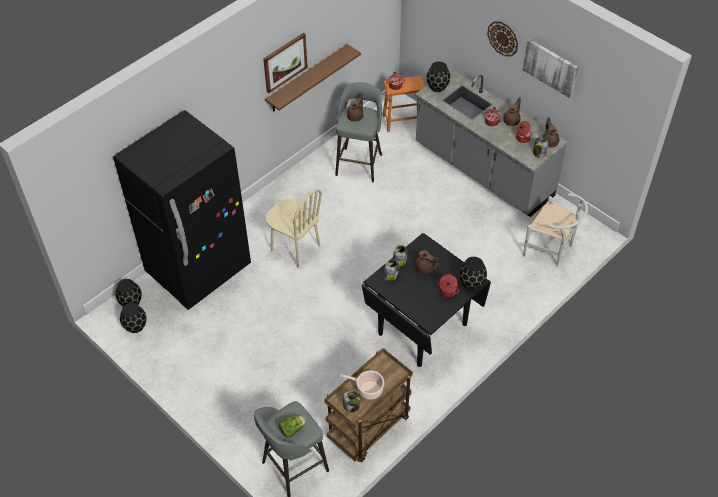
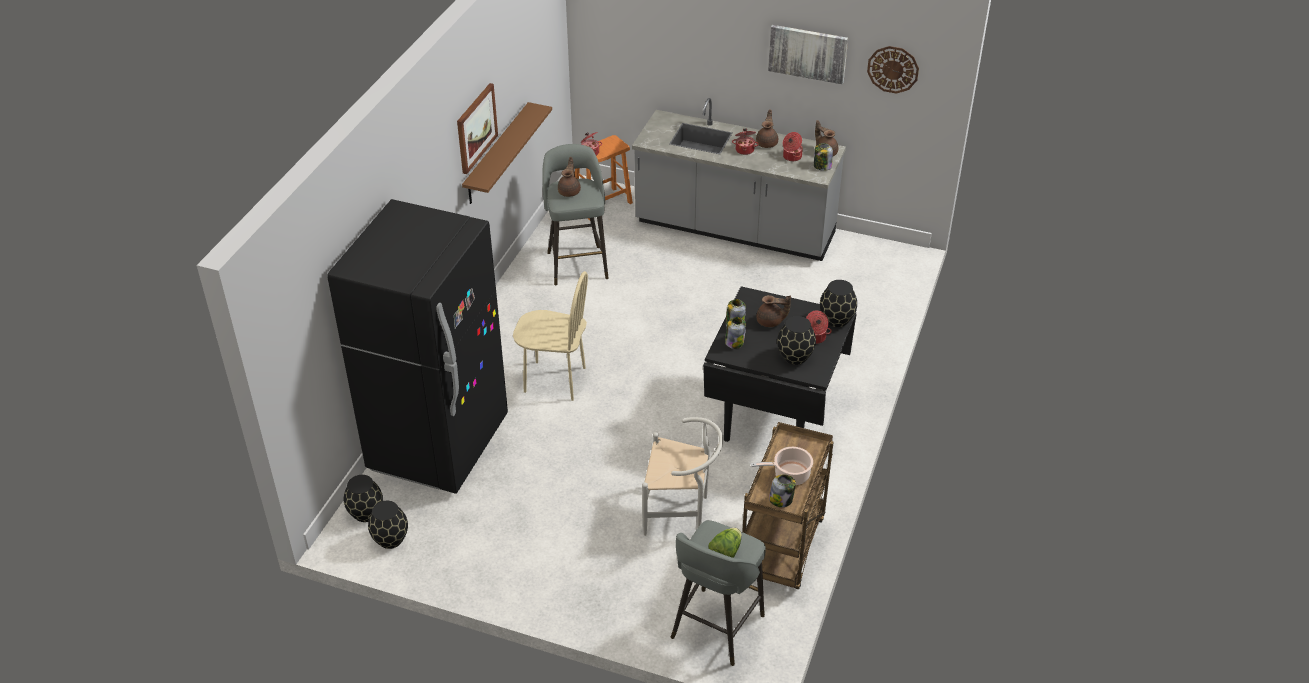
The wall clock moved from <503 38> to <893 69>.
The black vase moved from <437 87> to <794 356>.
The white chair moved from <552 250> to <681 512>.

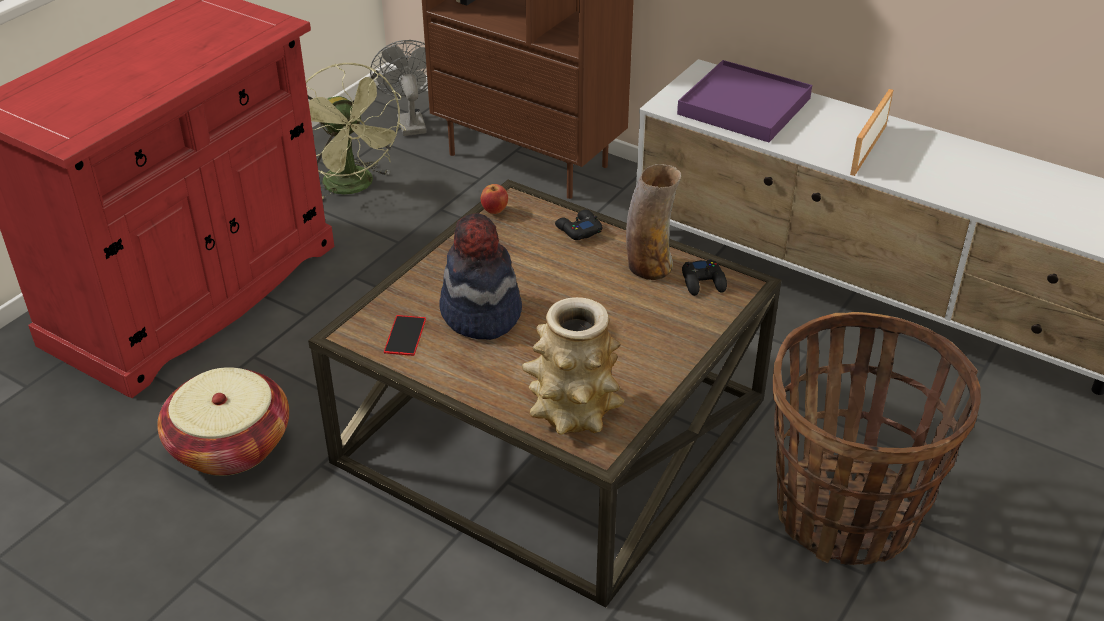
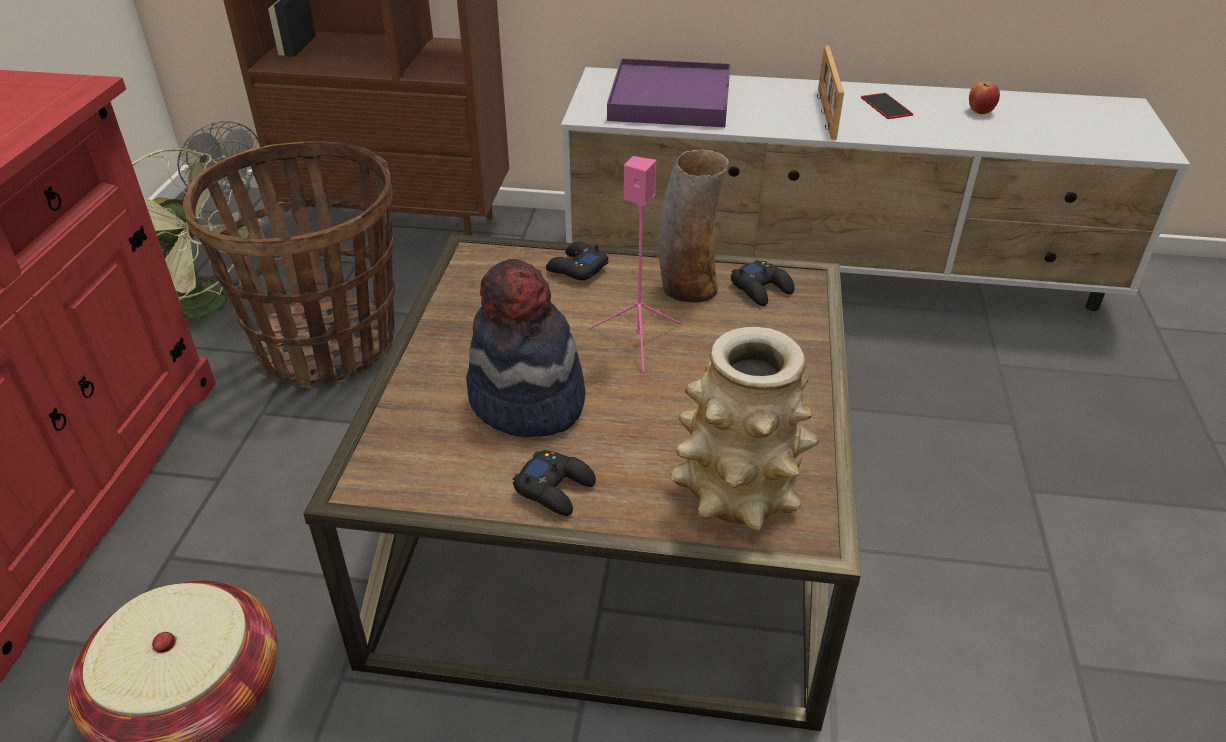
The apple moved from <495 210> to <980 111>.
The basket moved from <846 513> to <327 345>.
The phone moved from <405 335> to <886 106>.
The pink speaker at <639 341> appeared.
The black game controller at <555 488> appeared.

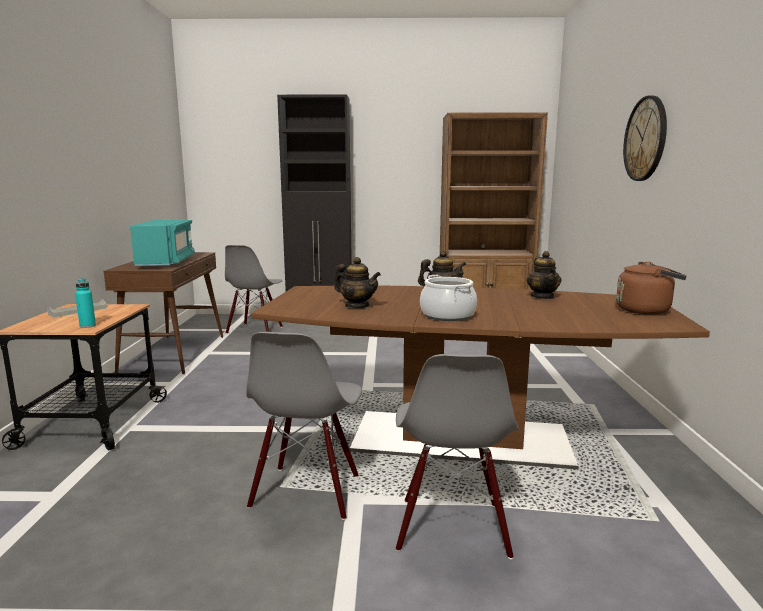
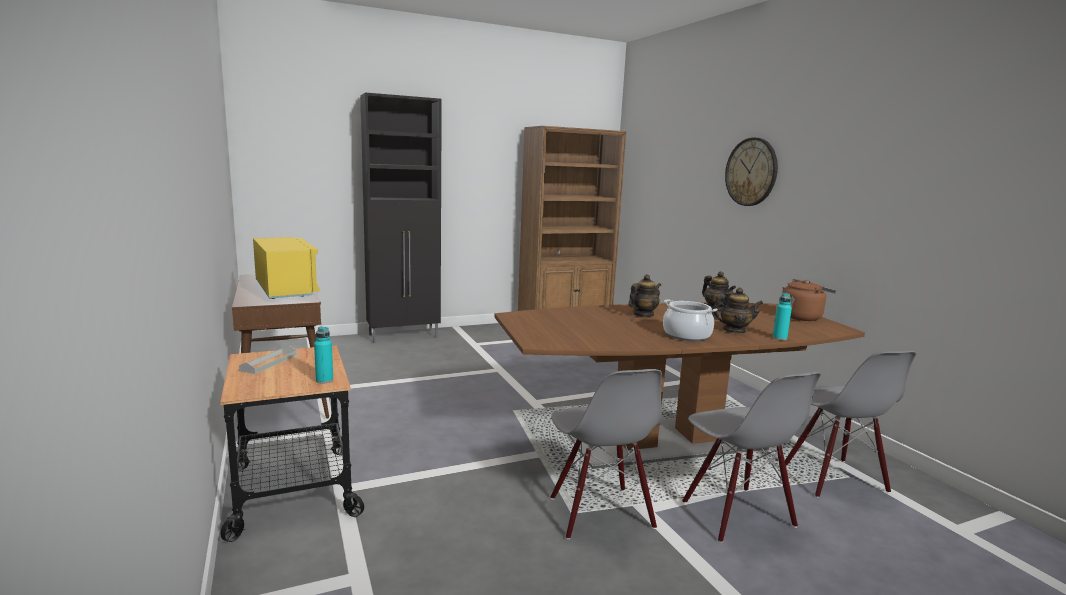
The turquoise microwave at <166 262> became the yellow microwave at <285 290>.
The grey chair moved from <255 330> to <833 478>.
The teapot moved from <357 306> to <734 331>.
The turquoise bottle at <779 338> appeared.

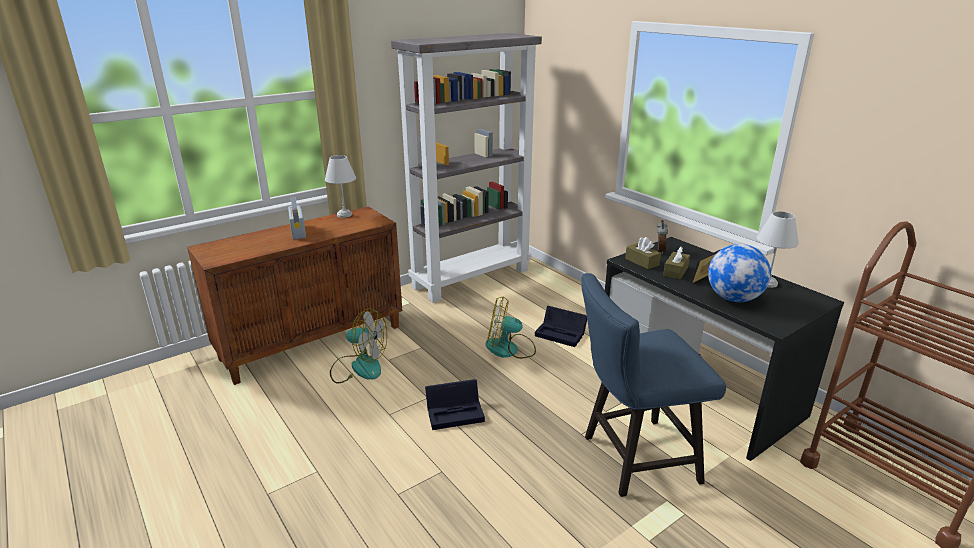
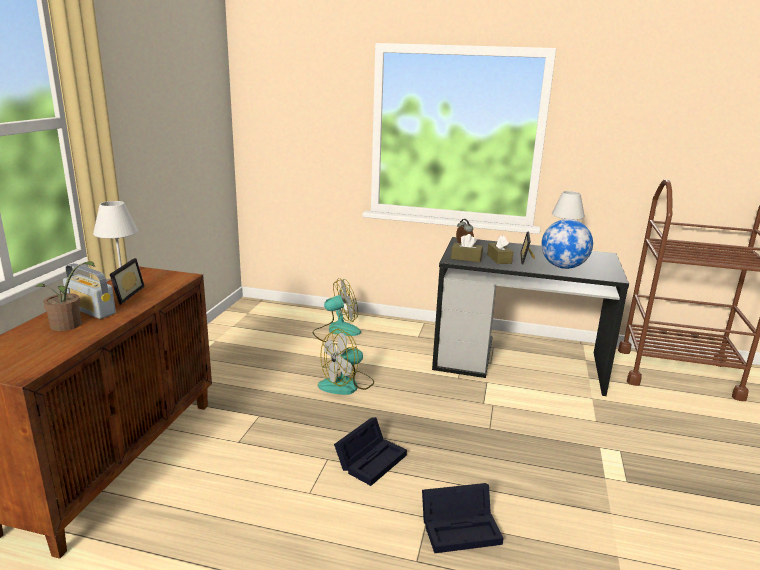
The grey bookcase at <471 278> disappeared.
The blue chair at <632 459> disappeared.
The black storage box moved from <562 334> to <462 527>.
The fan moved from <359 367> to <336 332>.
The picture frame at <124 295> appeared.
The potted plant at <69 326> appeared.

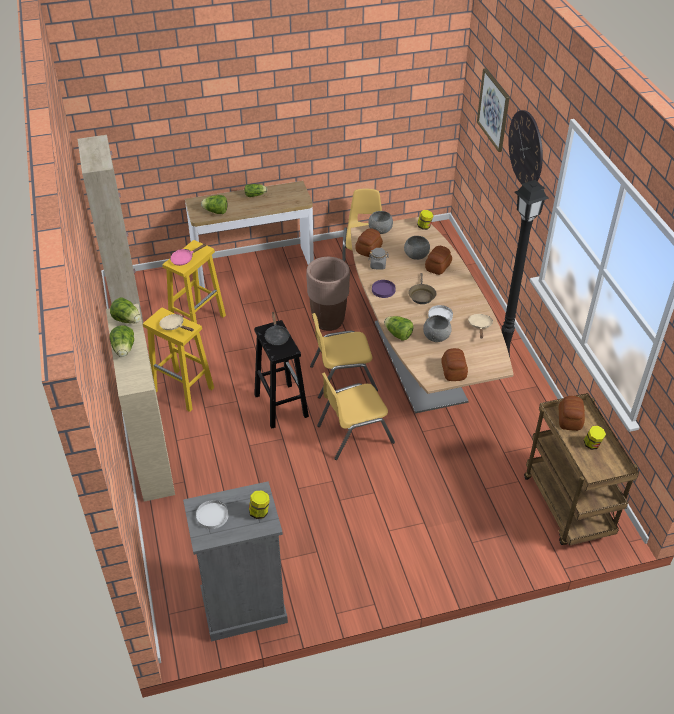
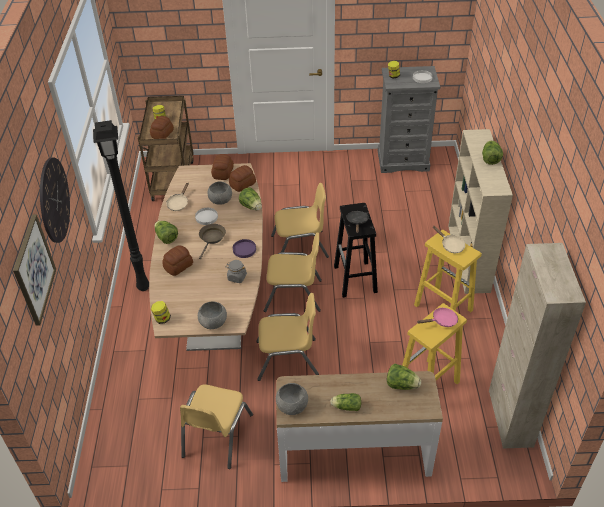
The bread moved from <369 249> to <242 184>.
The grey bowl moved from <416 255> to <292 406>.
The brown planter at <328 321> was replaced by the yellow chair at <287 359>.
The lettuce moved from <127 320> to <166 238>.

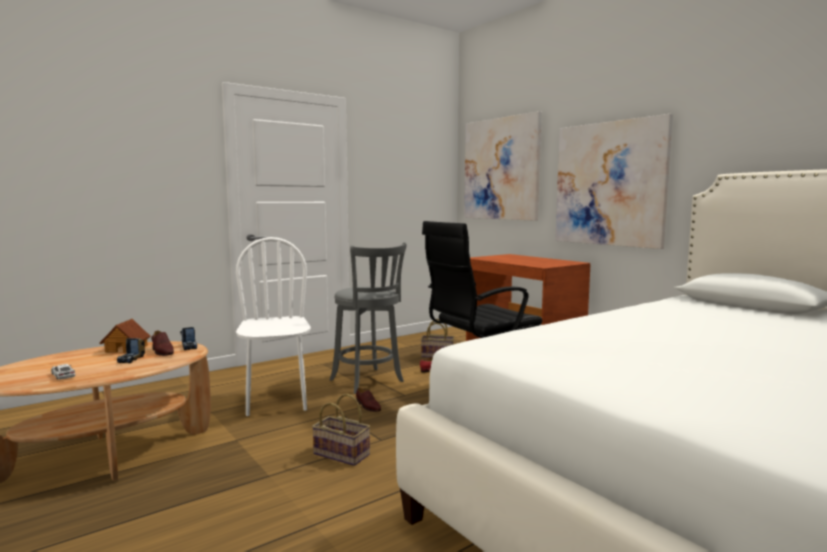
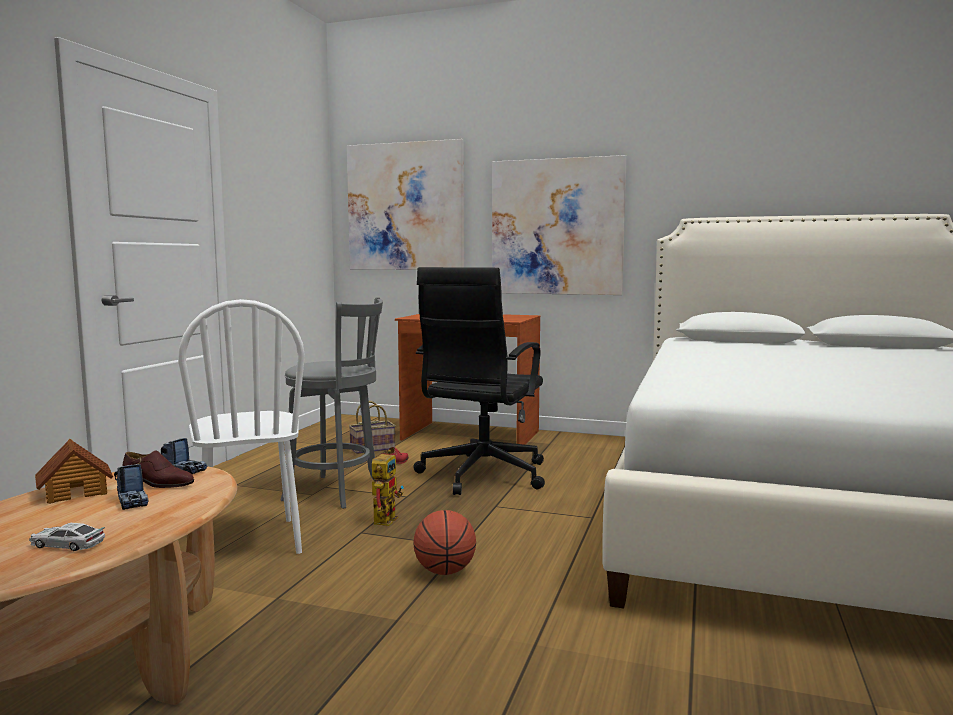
The white chair at <276 401> turned 150 degrees counterclockwise.
The brown shoe at <368 407> was replaced by the toy robot at <385 518>.
The basket at <343 454> was replaced by the basketball at <444 571>.

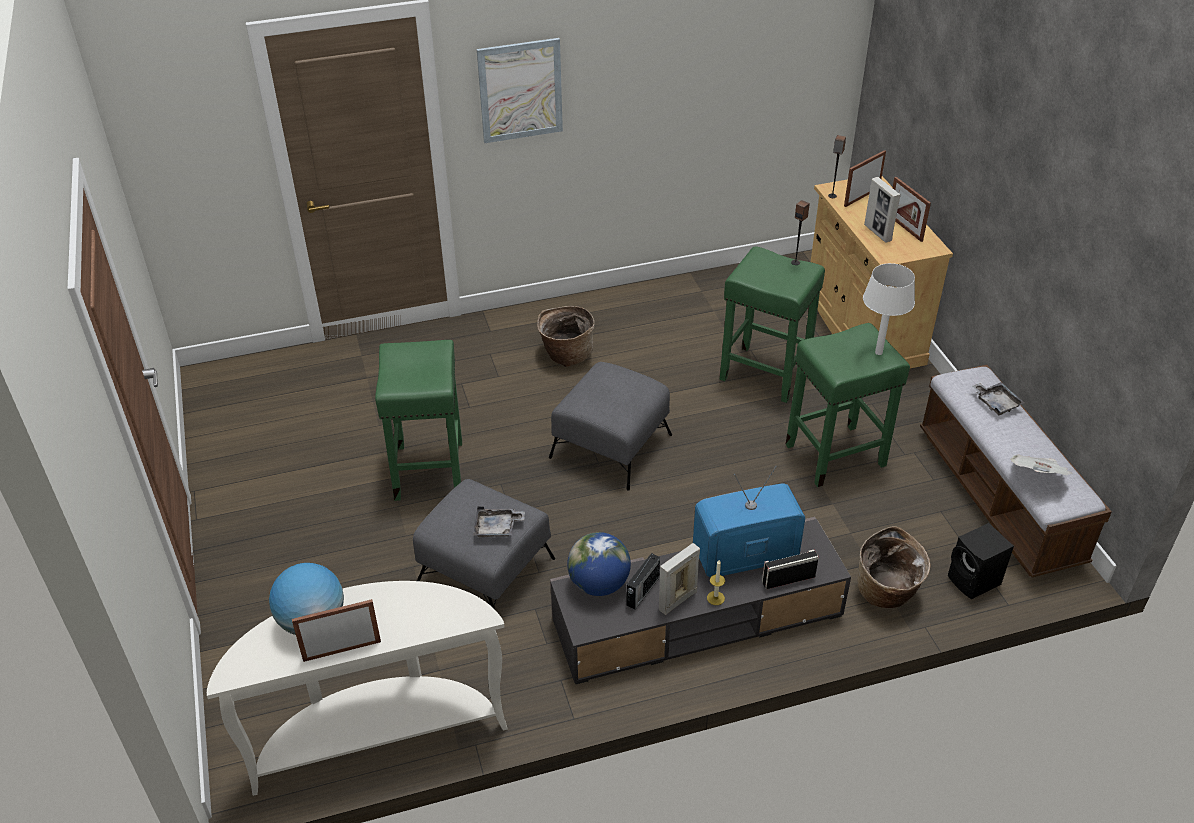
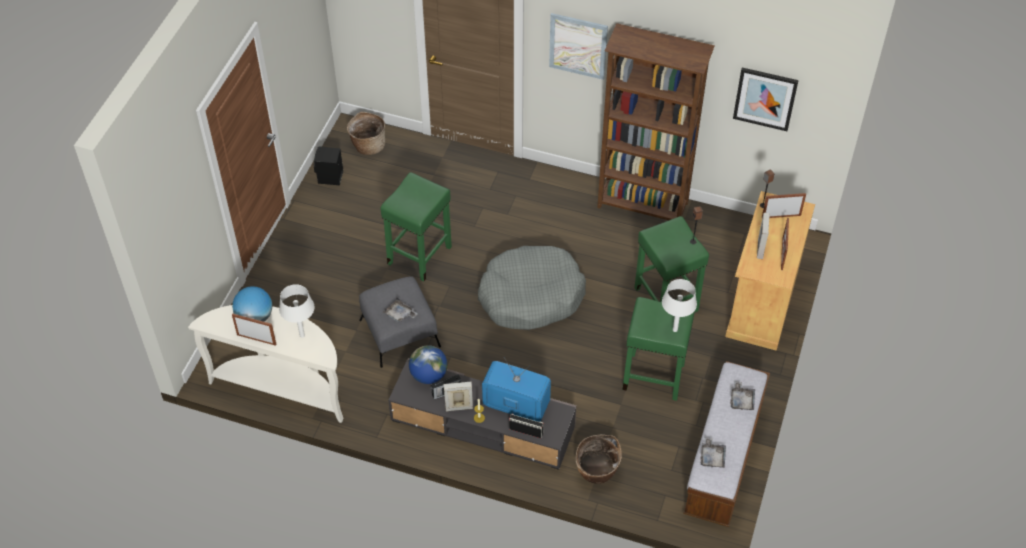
The basket moved from <566 354> to <368 145>.
The grey ottoman at <611 445> was replaced by the grey dog bed at <530 296>.
The newspaper at <1037 476> was replaced by the grey tray at <712 457>.
The black speaker moved from <974 582> to <330 178>.
The brown bookcase at <643 206> appeared.
The picture at <765 98> appeared.
The white table lamp at <302 335> appeared.

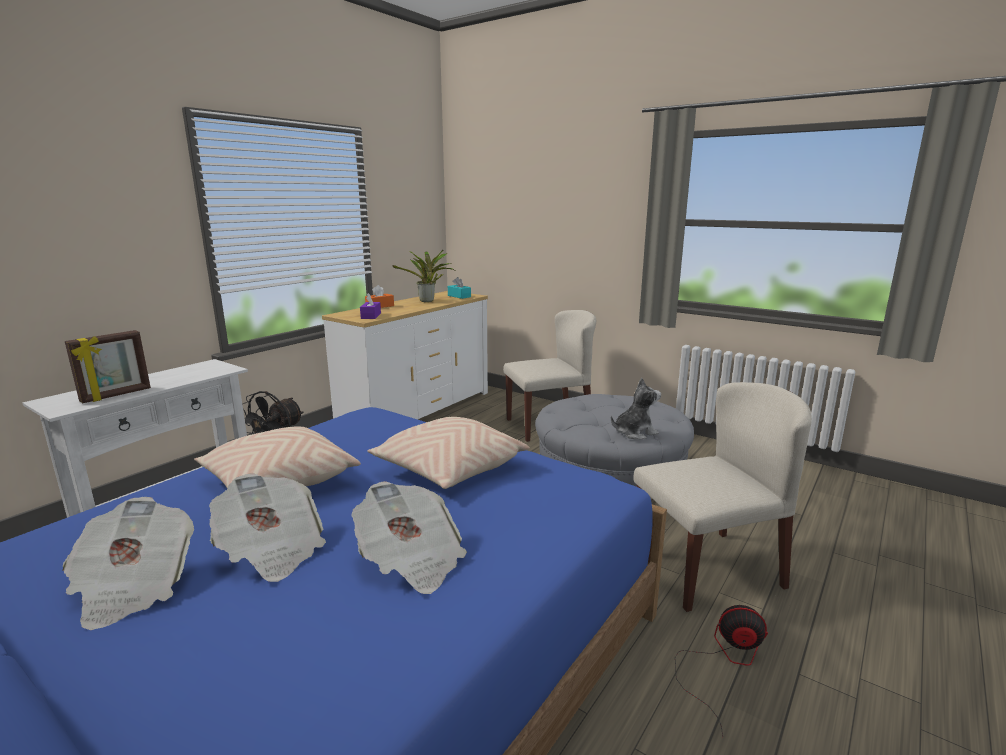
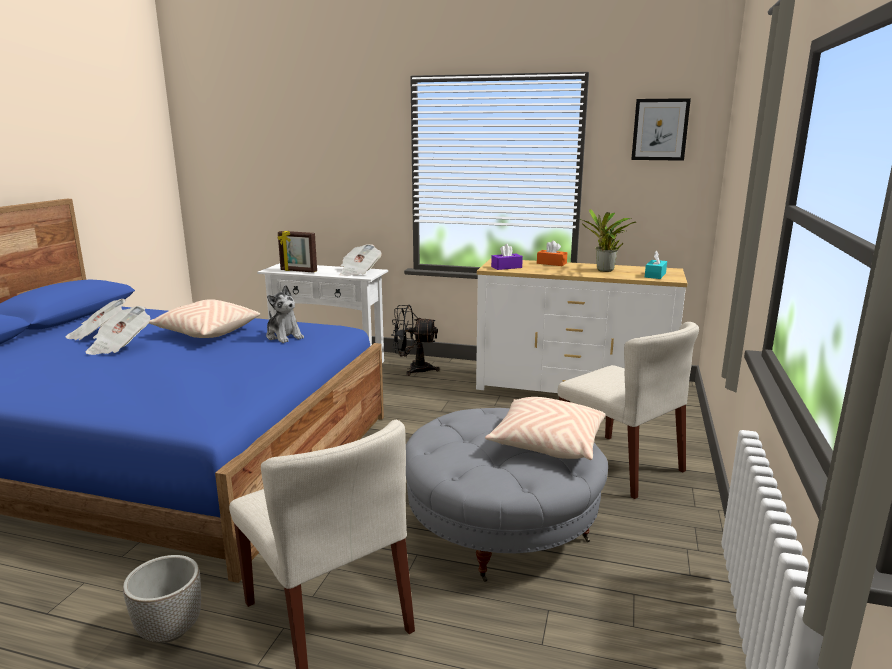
The plush toy moved from <634 432> to <284 336>.
The beige pillow moved from <449 470> to <547 444>.
The newspaper moved from <411 560> to <359 272>.
The fan at <723 662> was replaced by the planter at <170 630>.
The picture at <660 129> appeared.

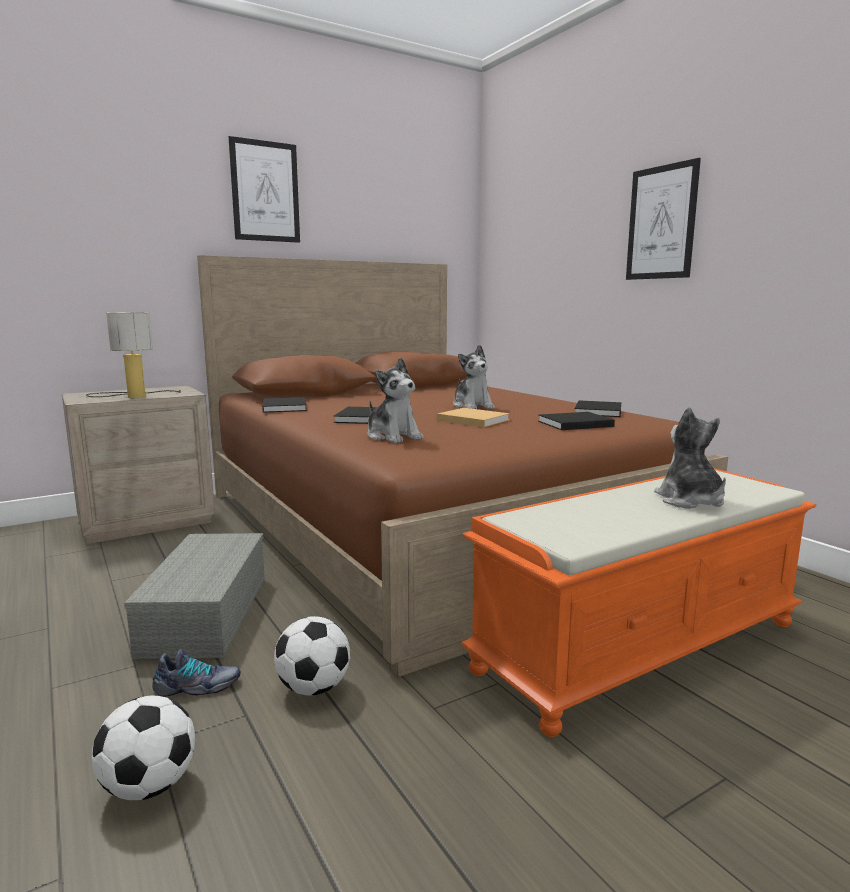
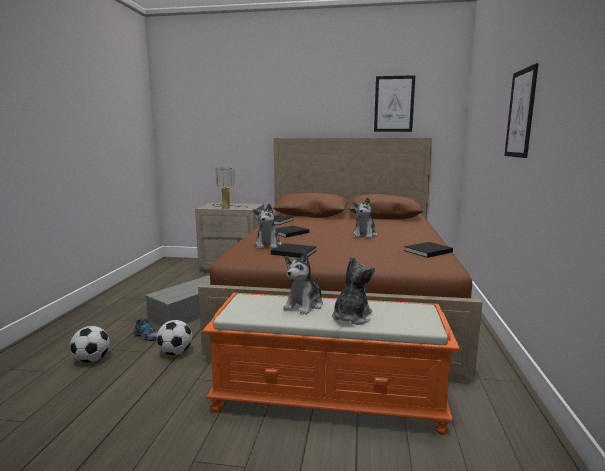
The picture moved from <265 191> to <394 104>.
The beige book at <471 420> disappeared.
The black book moved from <573 424> to <293 252>.
The plush toy at <304 305> appeared.

